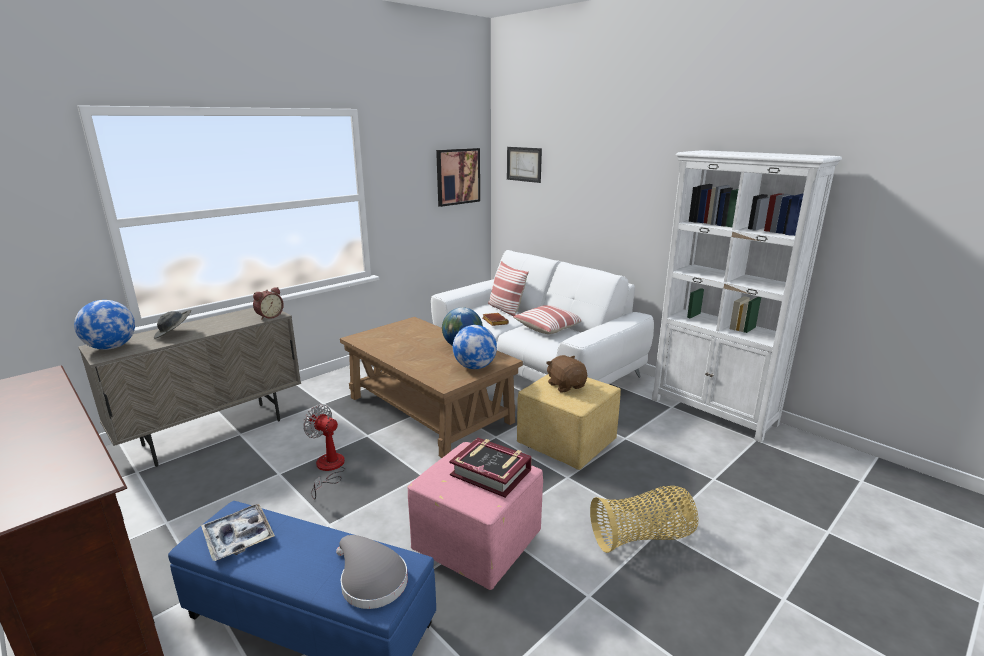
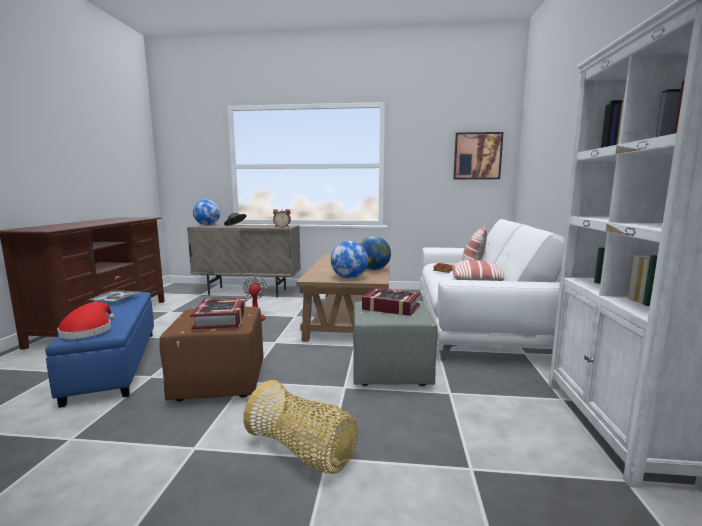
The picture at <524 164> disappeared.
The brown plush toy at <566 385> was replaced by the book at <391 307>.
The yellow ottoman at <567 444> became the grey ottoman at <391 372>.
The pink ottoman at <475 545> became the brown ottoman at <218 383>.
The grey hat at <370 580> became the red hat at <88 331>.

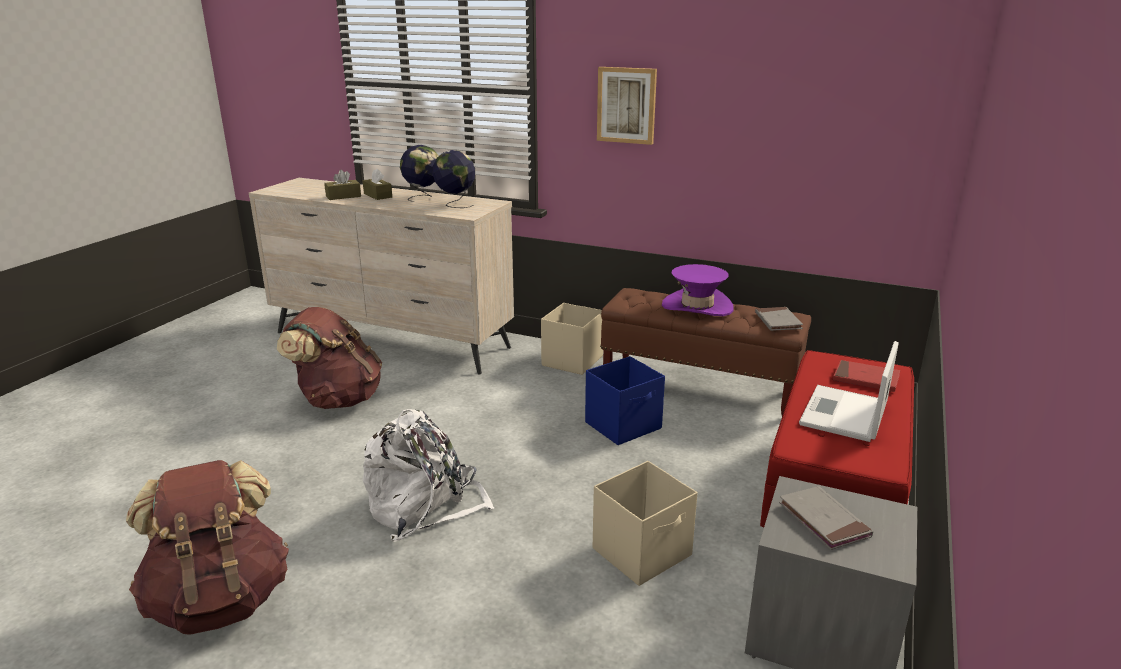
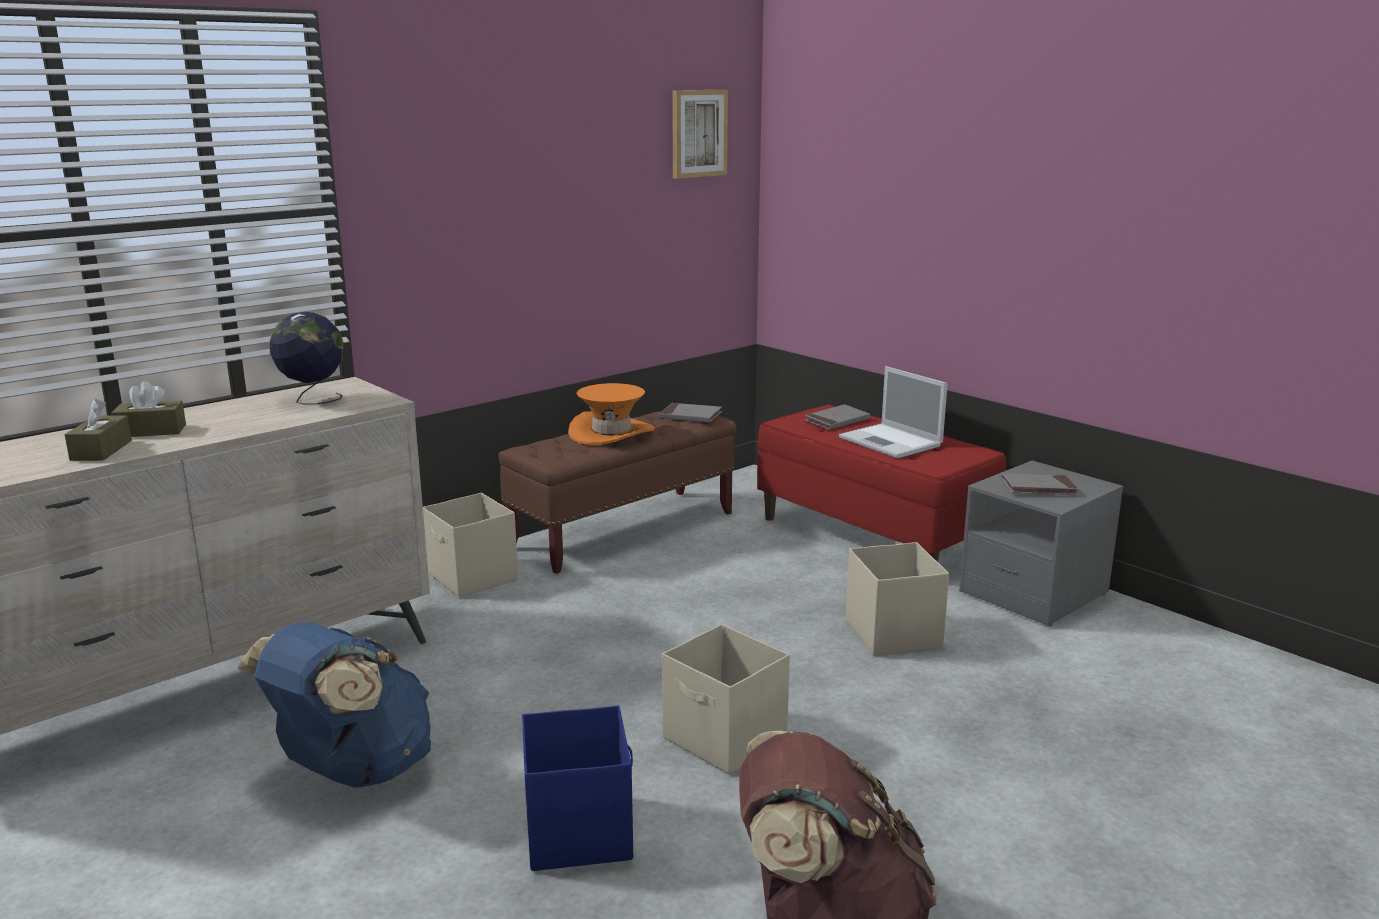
The picture moved from <626 105> to <698 133>.
The globe at <423 197> disappeared.
The purple hat at <697 306> became the orange hat at <611 433>.
The brown backpack at <337 399> became the blue backpack at <352 771>.
The blue storage box moved from <624 425> to <579 831>.
The red book at <865 379> became the grey book at <837 420>.
The white backpack at <425 507> was replaced by the beige storage box at <725 740>.

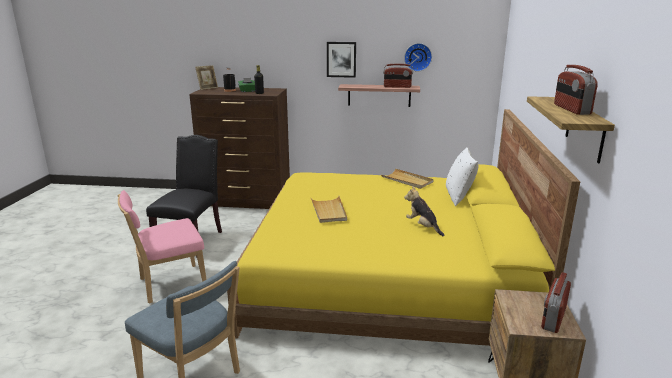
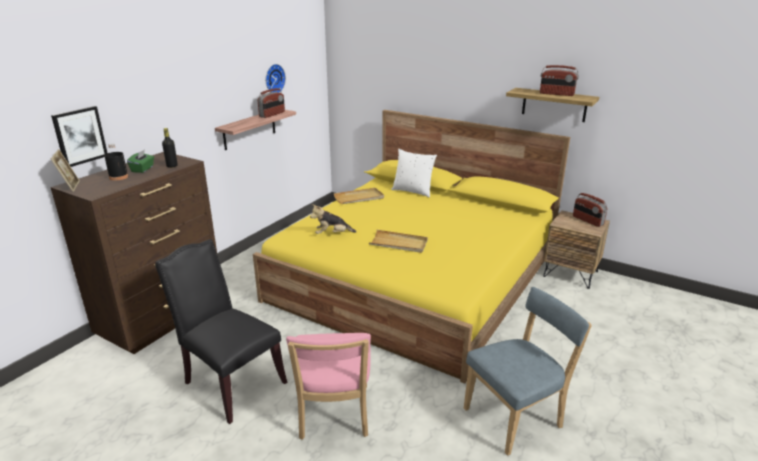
The picture moved from <341 59> to <79 136>.
The plush toy moved from <423 227> to <332 234>.

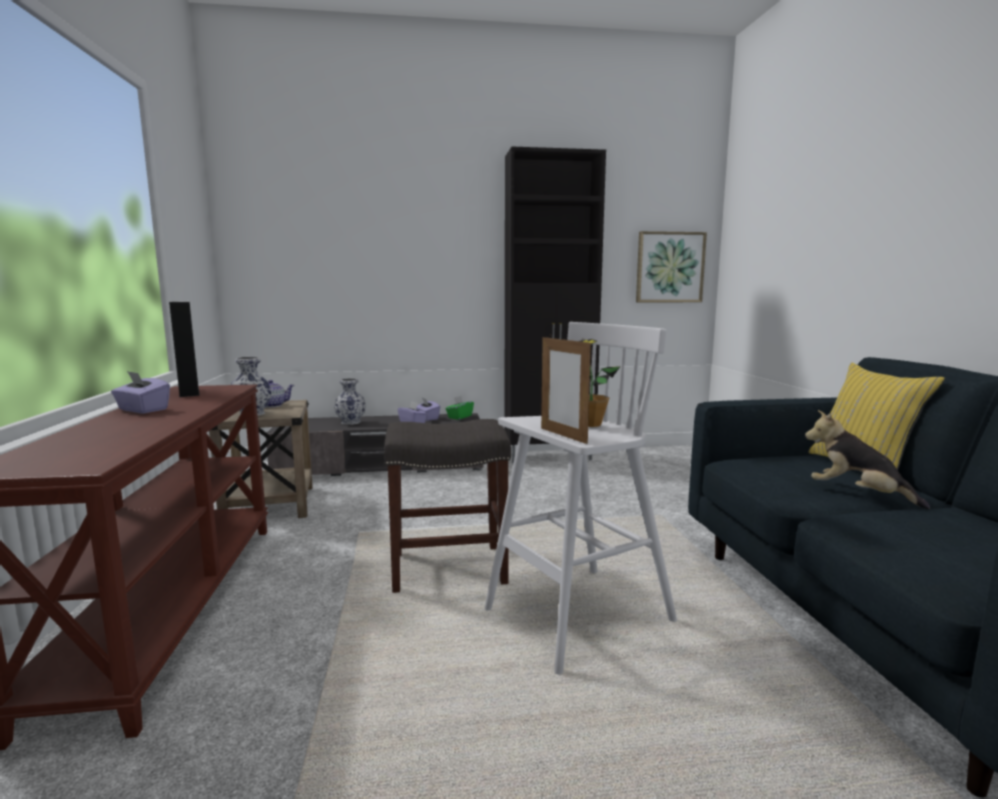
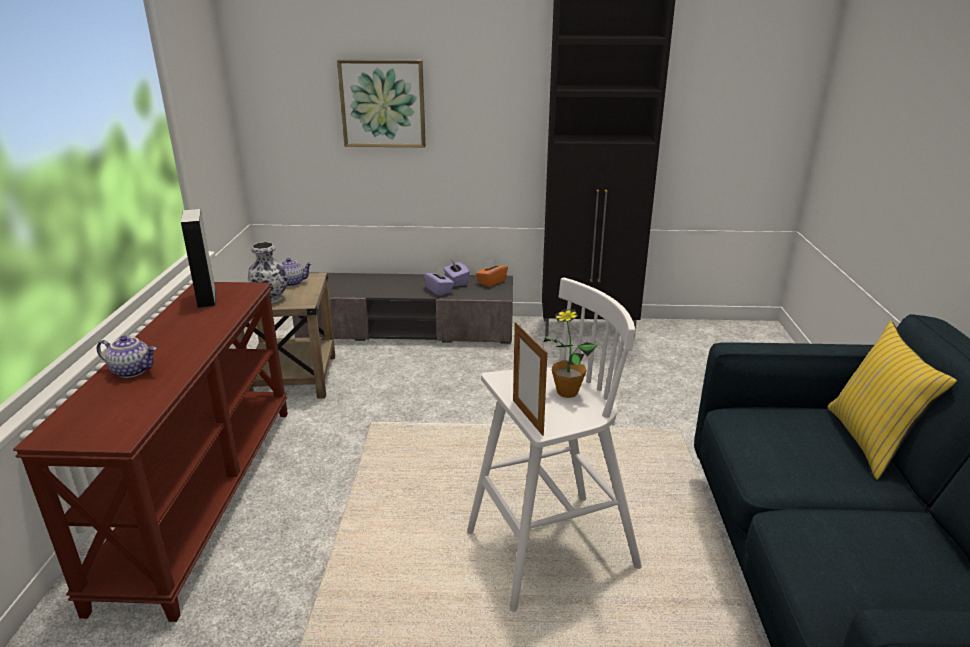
The picture moved from <669 267> to <383 103>.
The purple tissue box at <142 410> disappeared.
The vase at <350 422> disappeared.
The green tissue box at <459 417> became the orange tissue box at <491 282>.
The plush toy at <857 495> disappeared.
The grey stool at <450 567> disappeared.
The teapot at <133 371> appeared.

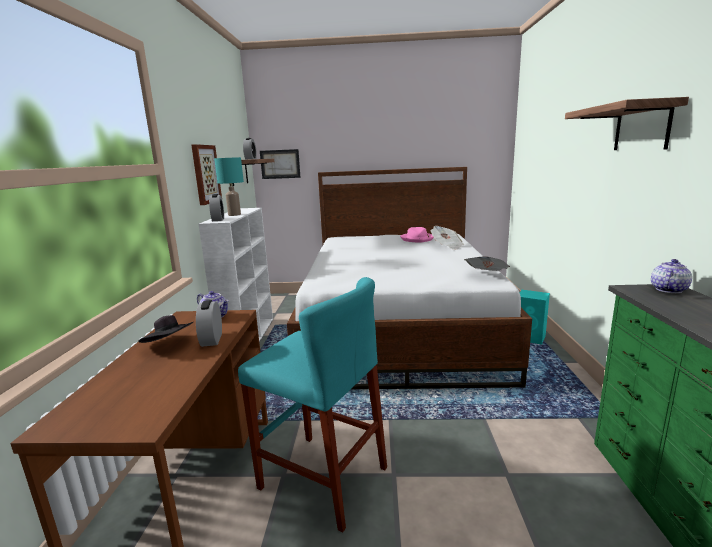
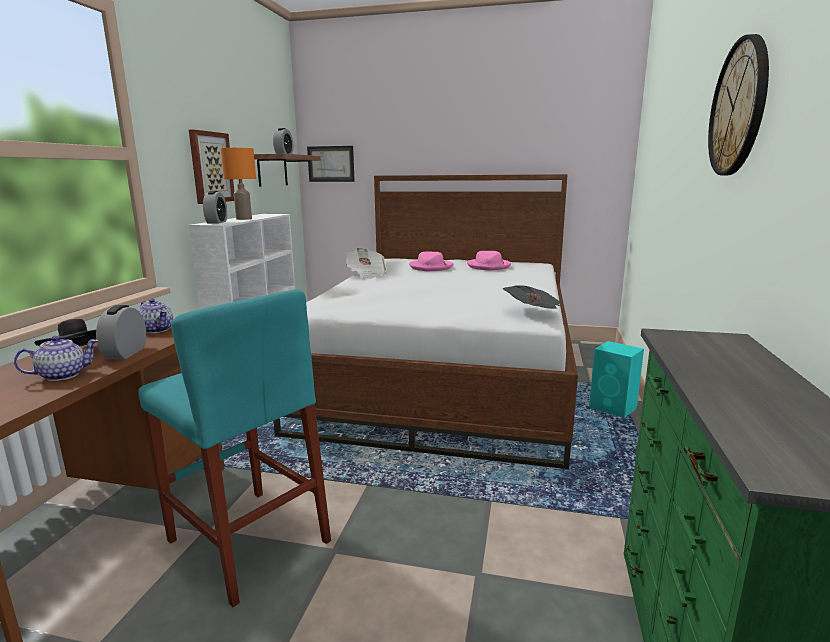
The shelf at <642 127> was replaced by the wall clock at <738 108>.
The turquoise table lamp at <234 215> became the orange table lamp at <243 219>.
The newspaper moved from <447 246> to <366 275>.
The teapot moved from <668 289> to <63 375>.
The pink hat at <431 267> appeared.

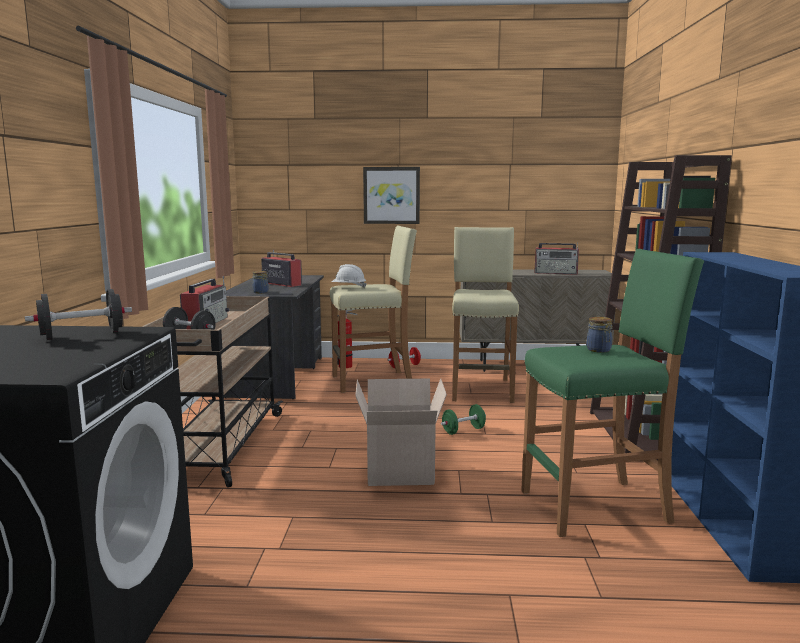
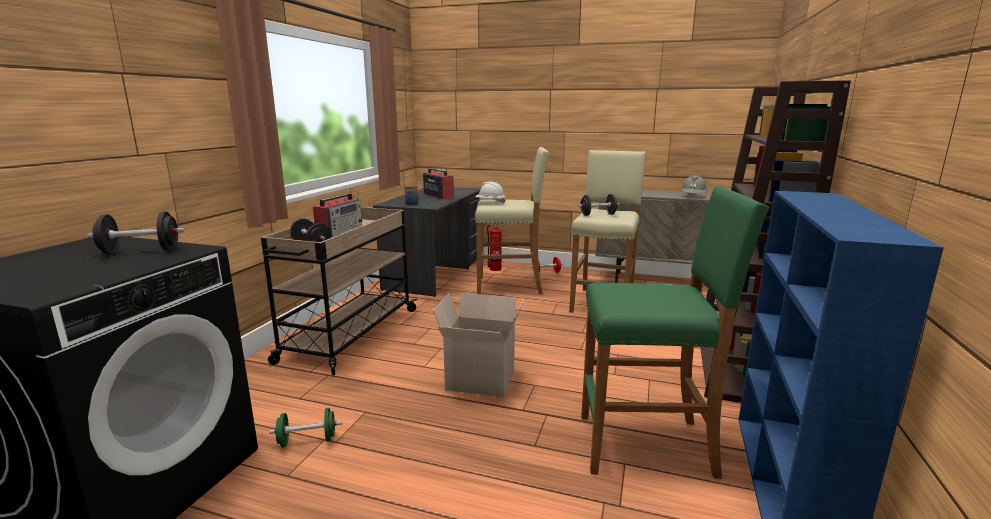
The picture at <391 195> disappeared.
The radio at <556 273> was replaced by the grey hard hat at <693 196>.
The jar at <599 350> disappeared.
The green dumbbell moved from <463 431> to <307 441>.
The black dumbbell at <598 215> appeared.

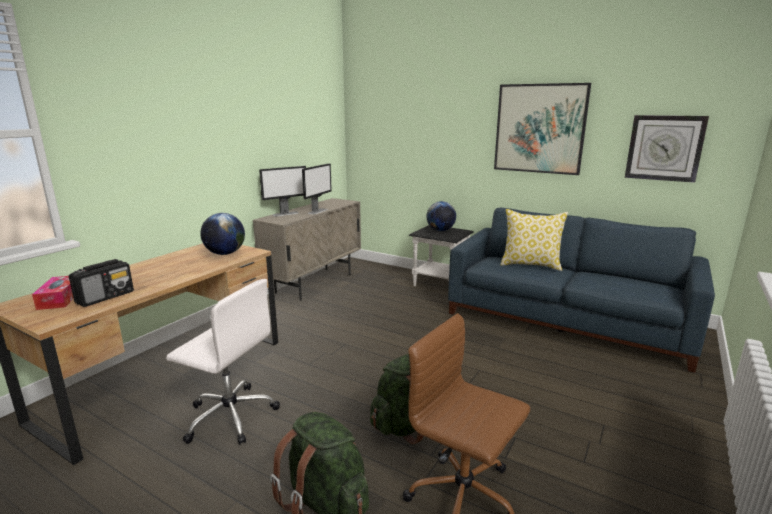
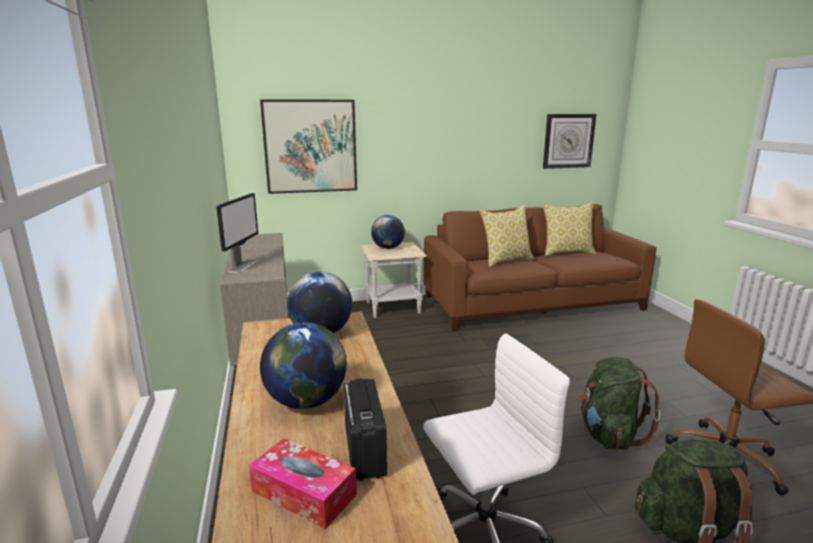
The picture moved from <539 129> to <310 146>.
The monitor at <317 211> disappeared.
The blue sofa at <567 320> became the brown sofa at <532 303>.
The black side table at <440 284> became the beige side table at <393 307>.
The pillow at <567 252> appeared.
The globe at <307 401> appeared.

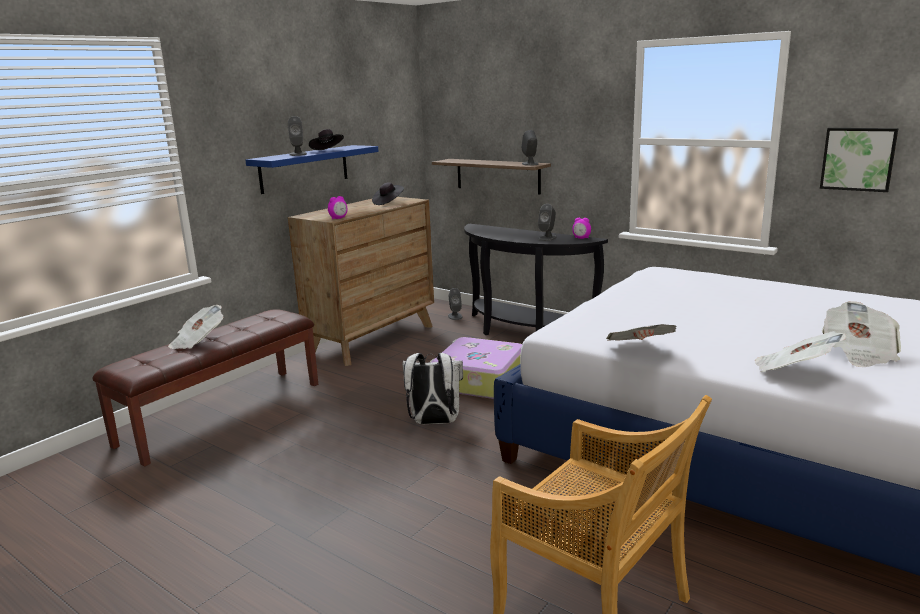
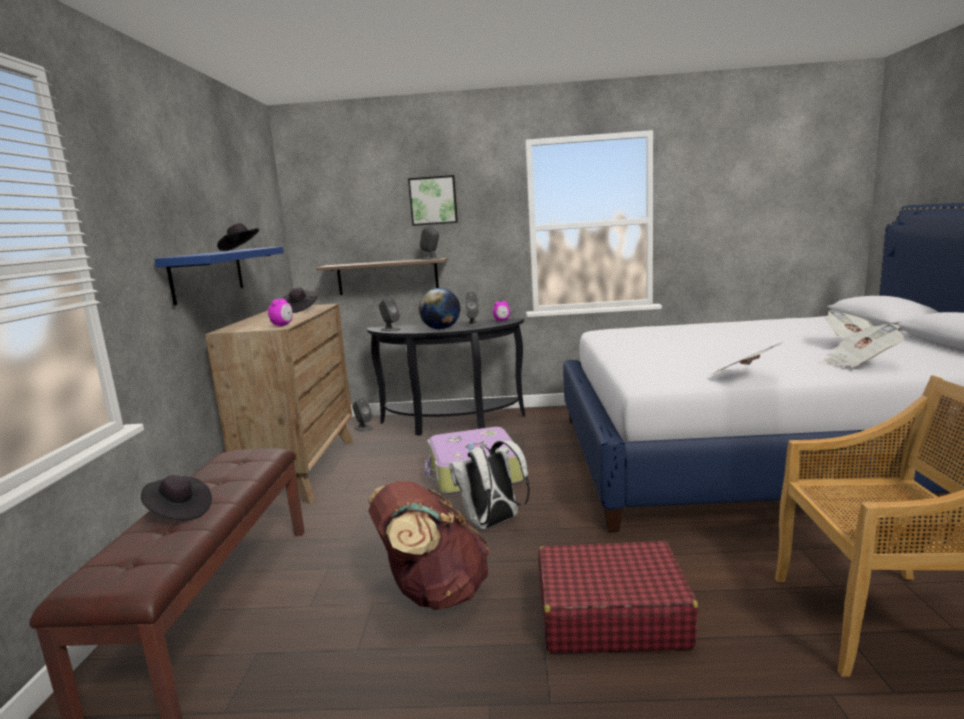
The grey speaker moved from <298 154> to <390 329>.
The picture moved from <858 159> to <433 200>.
The newspaper at <198 341> was replaced by the black hat at <179 512>.
The globe at <441 329> appeared.
The brown backpack at <433 593> appeared.
The red suitcase at <610 615> appeared.

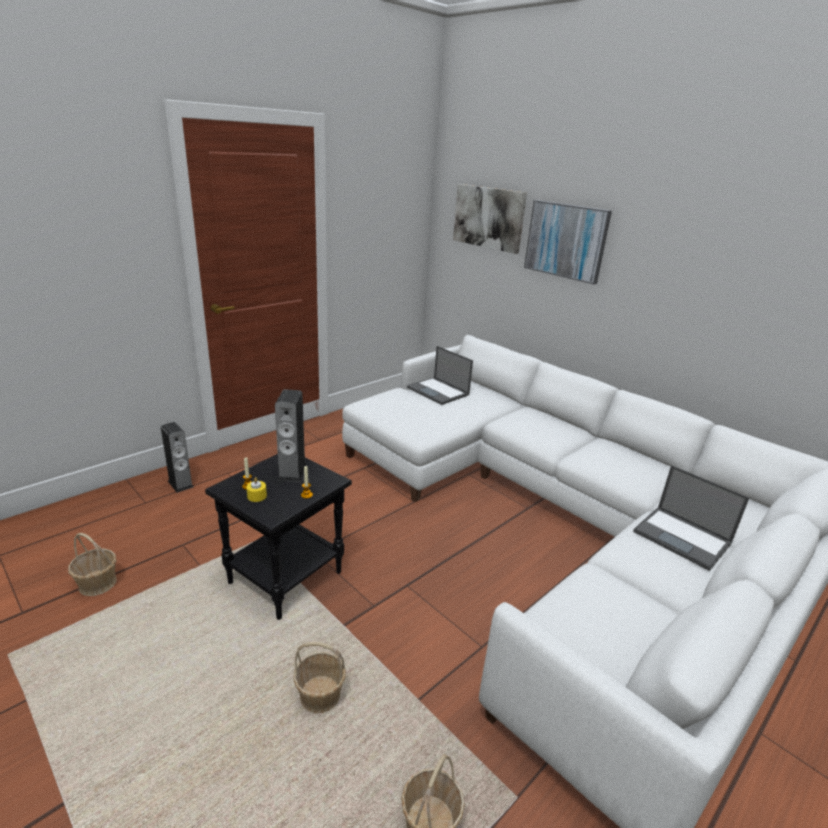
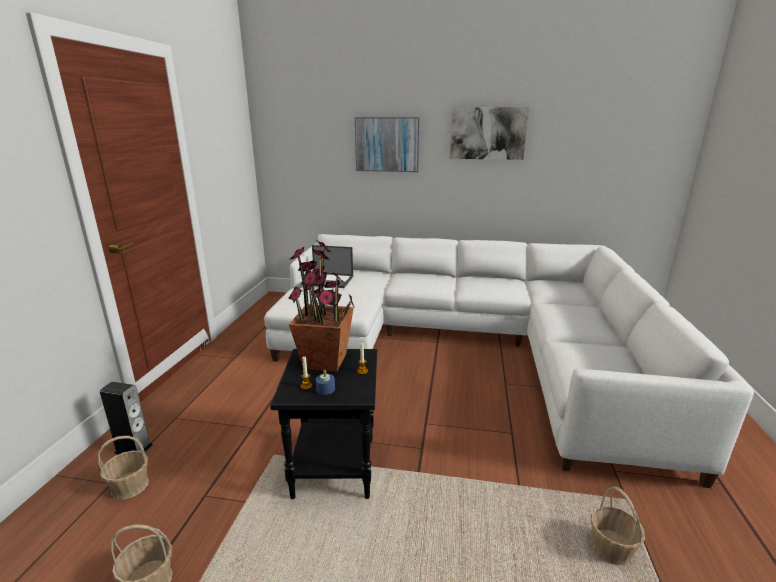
The picture moved from <489 217> to <487 133>.
The speaker at <292 472> was replaced by the potted plant at <325 362>.
The laptop at <683 538> disappeared.
The yellow candle at <257 496> became the blue candle at <325 389>.
The basket moved from <320 695> to <130 486>.

